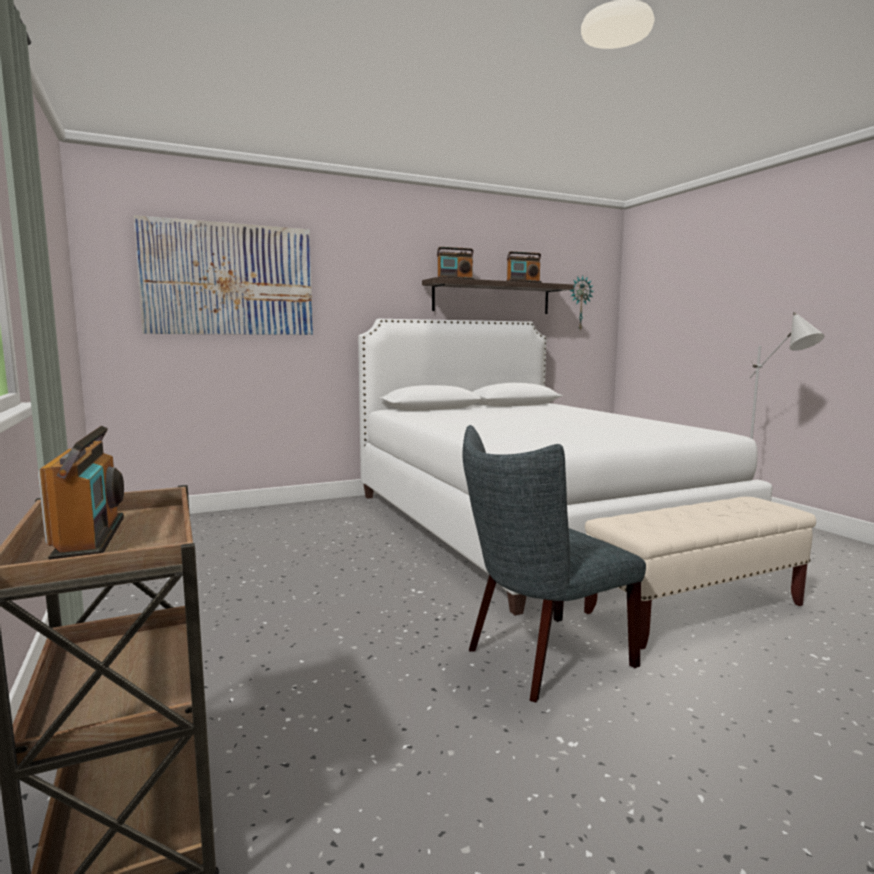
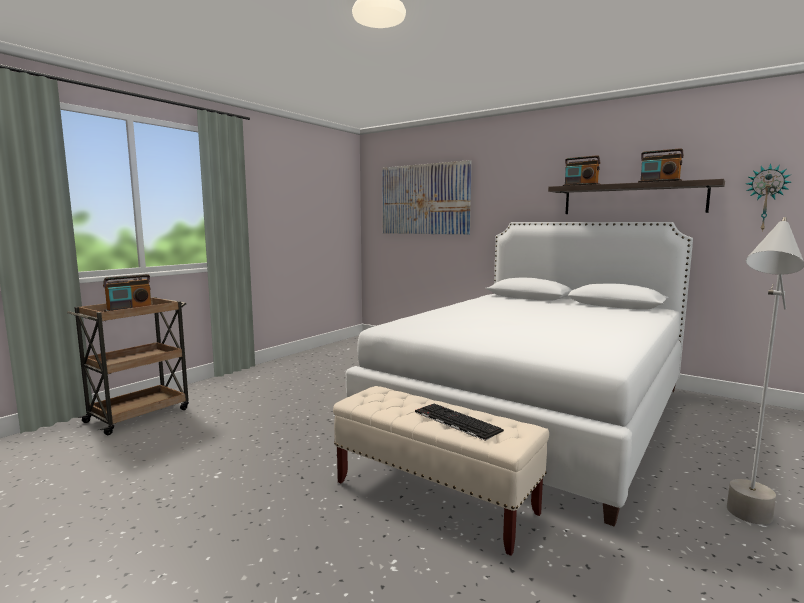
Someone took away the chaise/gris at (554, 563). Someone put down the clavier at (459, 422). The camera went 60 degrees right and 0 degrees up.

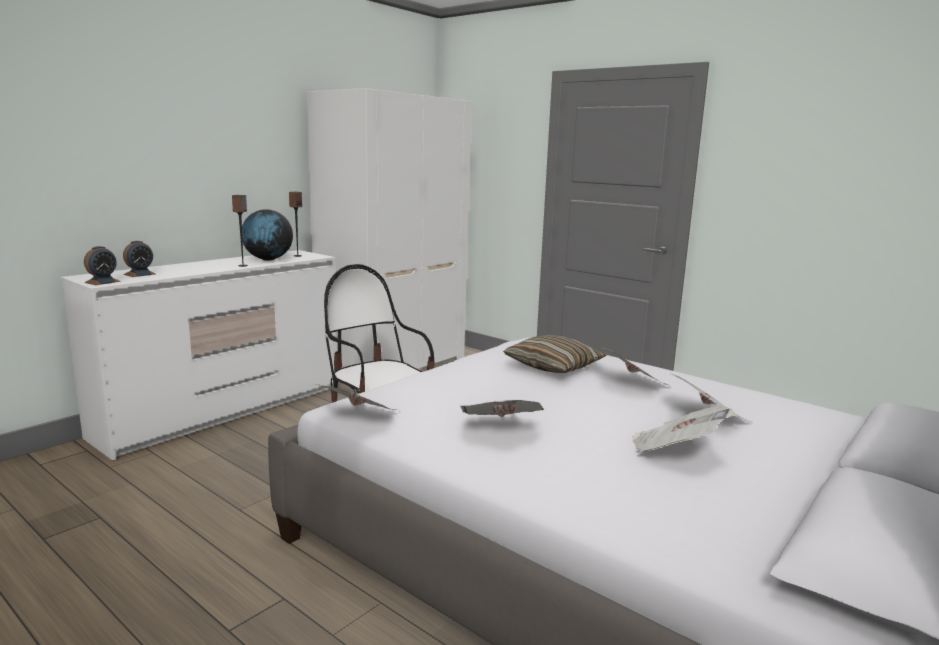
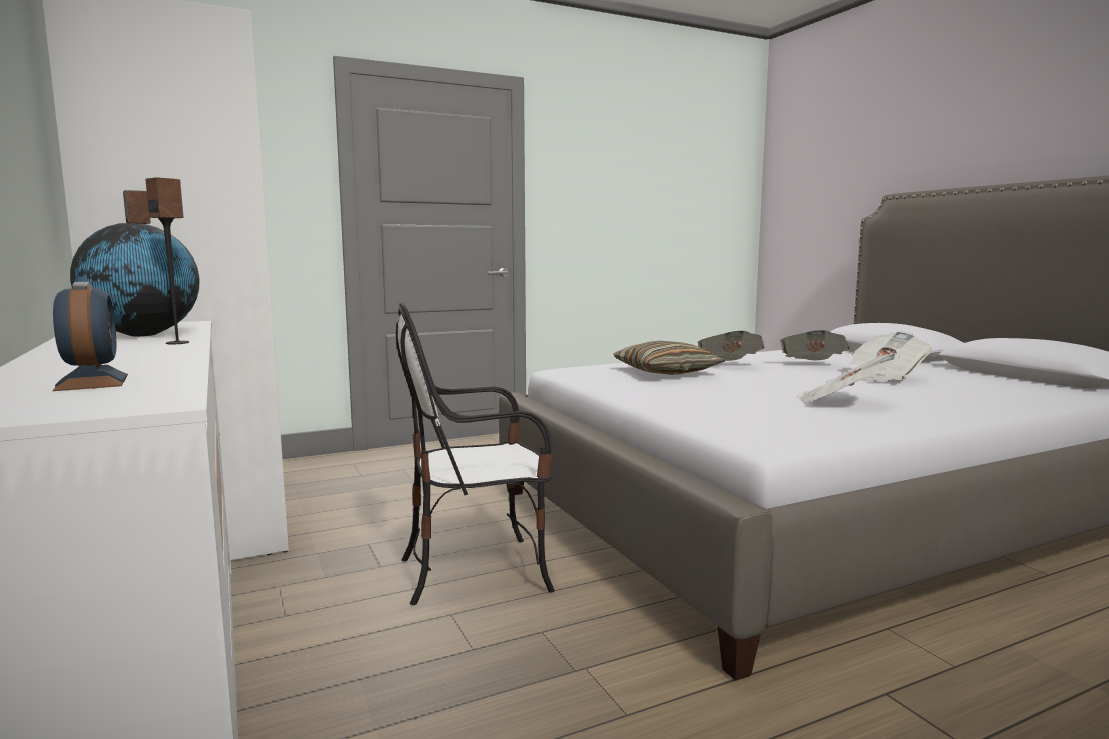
Someone took away the réveil at (102, 265). Someone took away the journal at (359, 397). The camera went 65 degrees left and 5 degrees down.

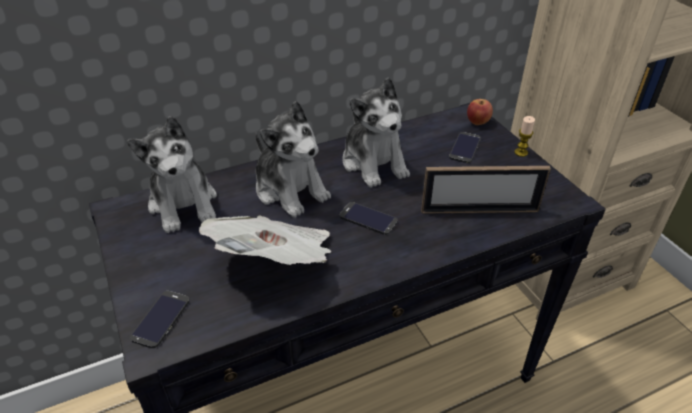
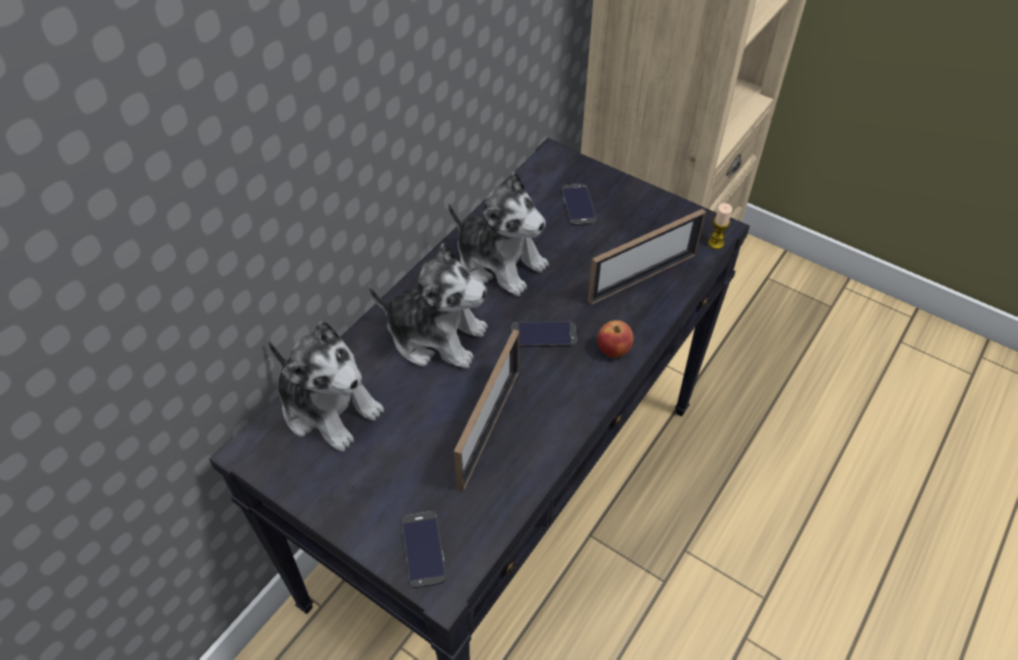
Someone carried the pomme from (480, 112) to (615, 339). Someone carried the bougie from (524, 136) to (720, 226). Someone swapped the journal at (265, 240) for the cadre photo at (486, 410). The camera went 30 degrees left and 10 degrees up.

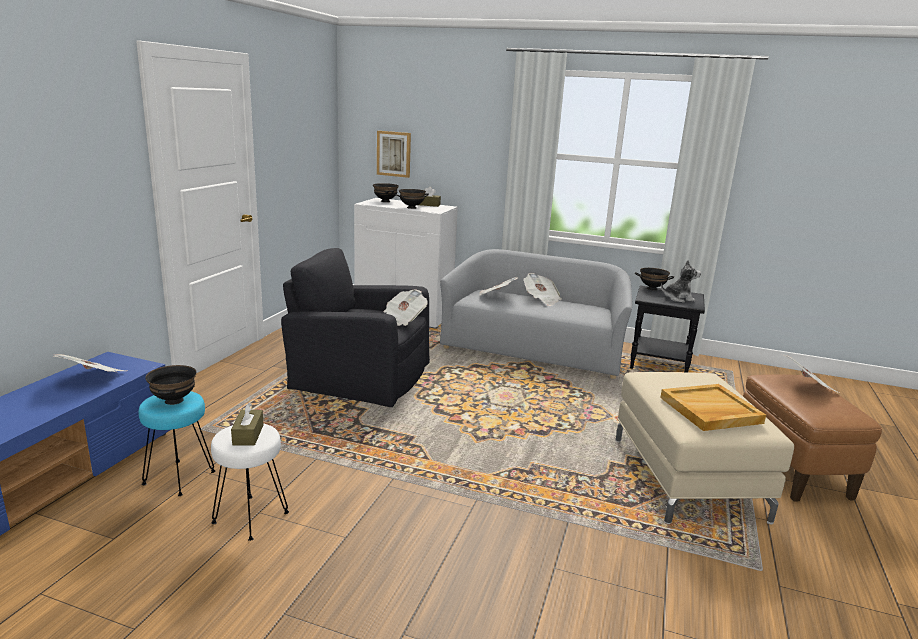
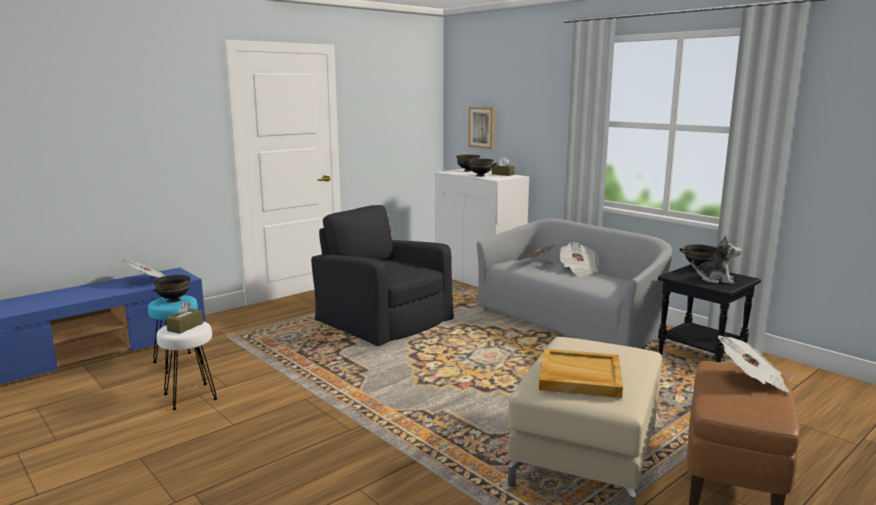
Someone took away the journal at (405, 308). The camera went 30 degrees right and 5 degrees down.

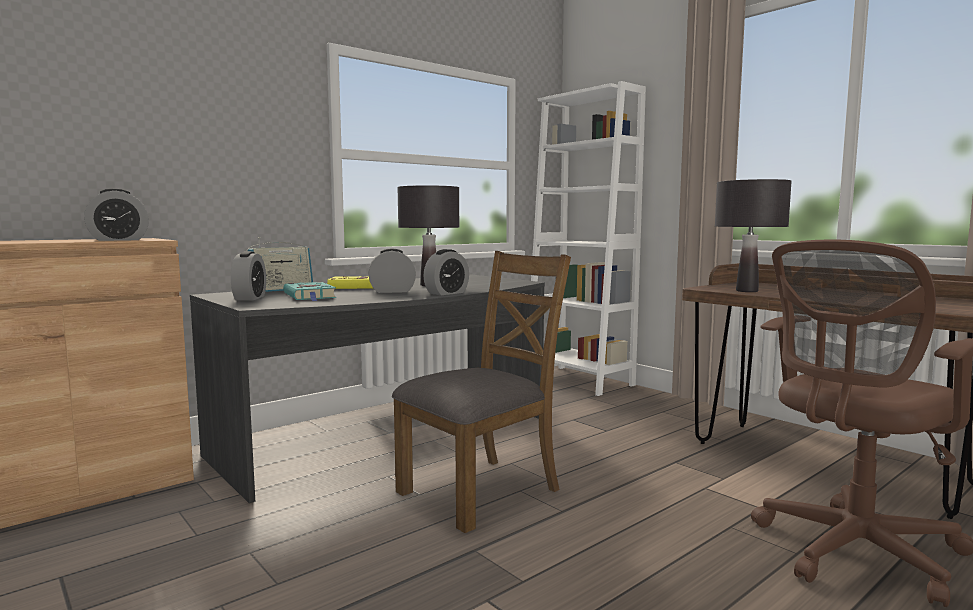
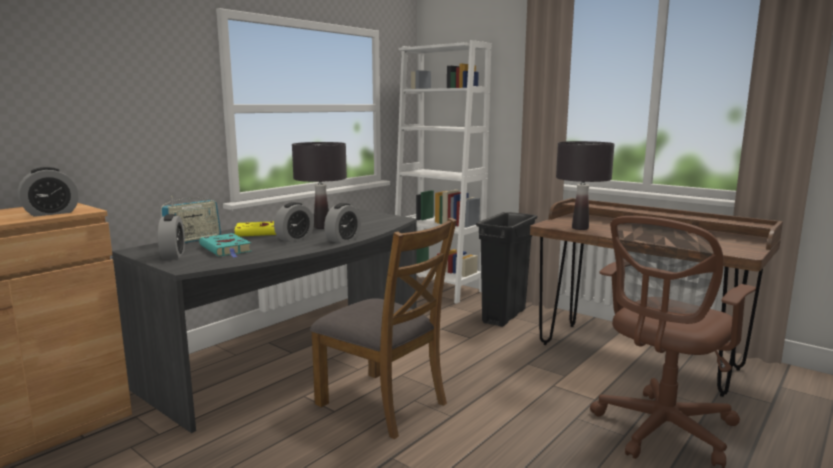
Someone rotated the réveil at (392, 270) by 150 degrees clockwise. Someone rotated the chaise/marron at (481, 392) by 90 degrees clockwise. Someone put down the poubelle/noir at (506, 269). The camera went 10 degrees left and 5 degrees up.

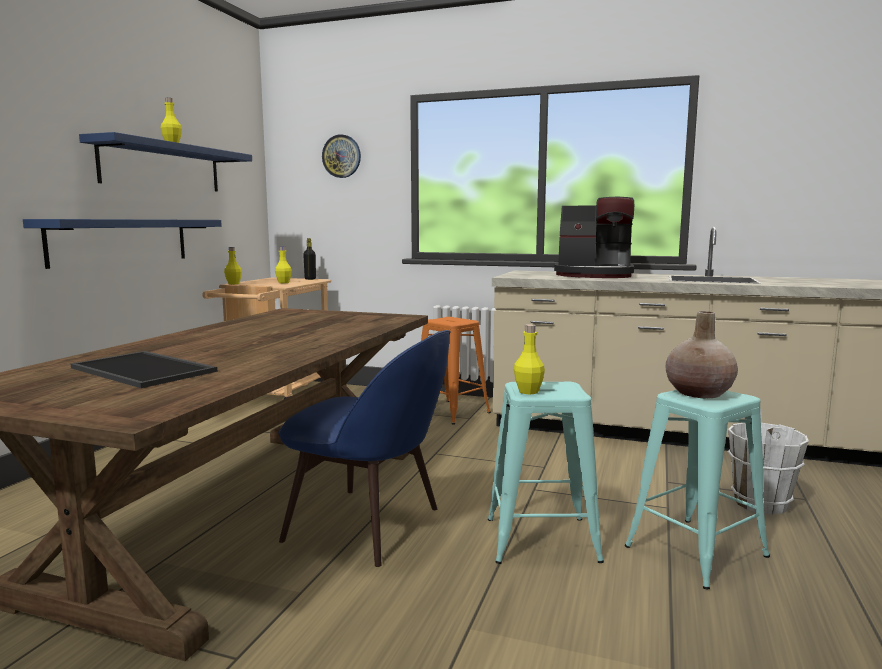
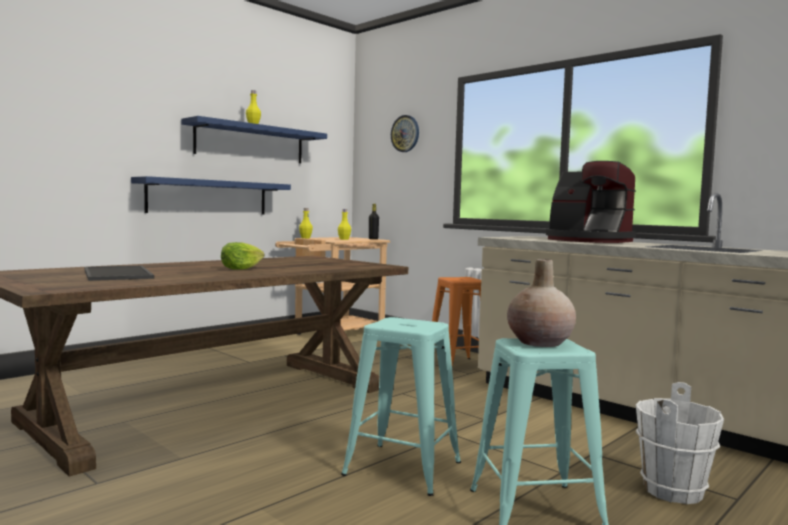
Someone took away the bouteille/jaune at (529, 359). Someone took away the chaise/bleu at (364, 448). Someone put down the laitue at (242, 256). The camera went 25 degrees right and 5 degrees down.

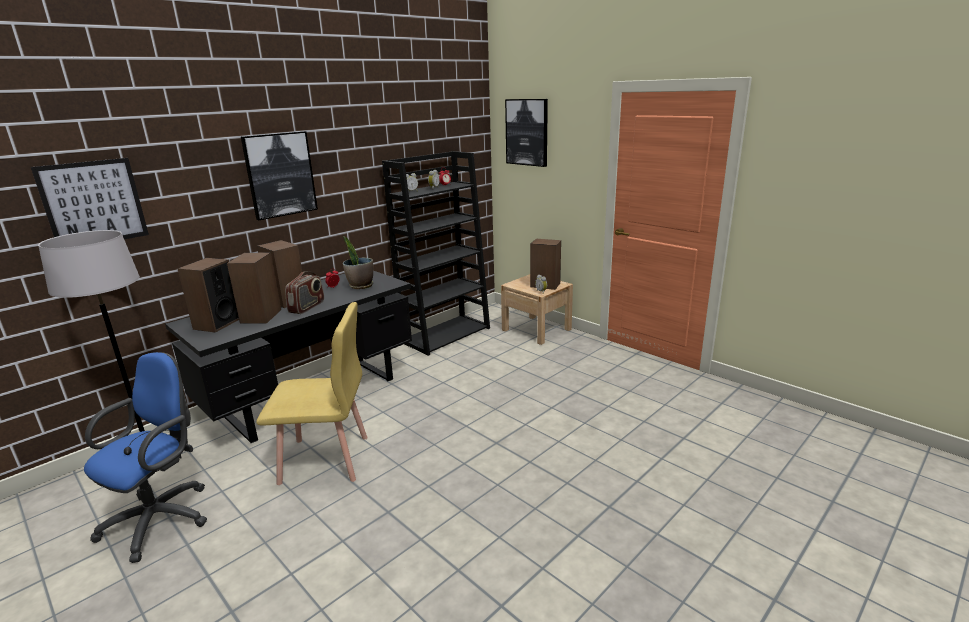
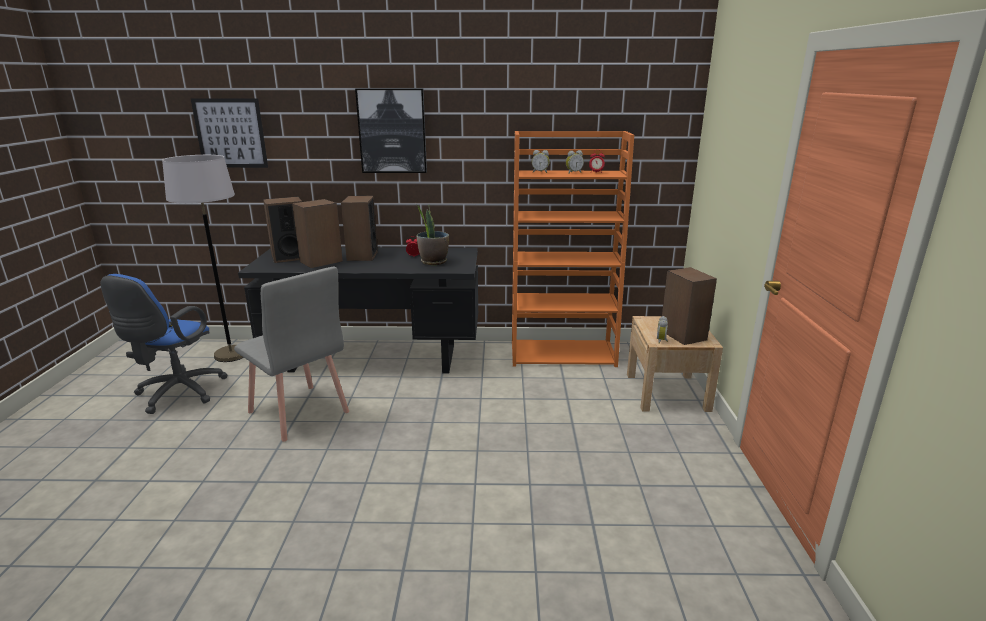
Someone took away the tableau at (526, 133). Someone repainted the bibliothèque/noir at (436, 253), which became the bibliothèque/orange at (573, 249). Someone took away the radio at (304, 292). Someone repainted the chaise/jaune at (311, 393), which became the chaise/gris at (291, 354). Someone rotated the chaise de bureau/bleu at (145, 457) by 120 degrees clockwise. The camera went 45 degrees right and 0 degrees up.

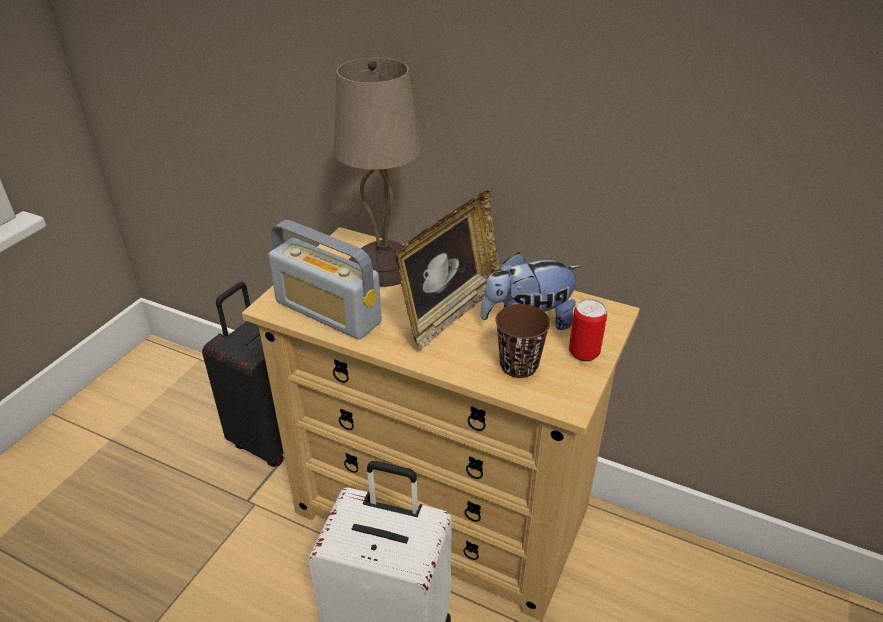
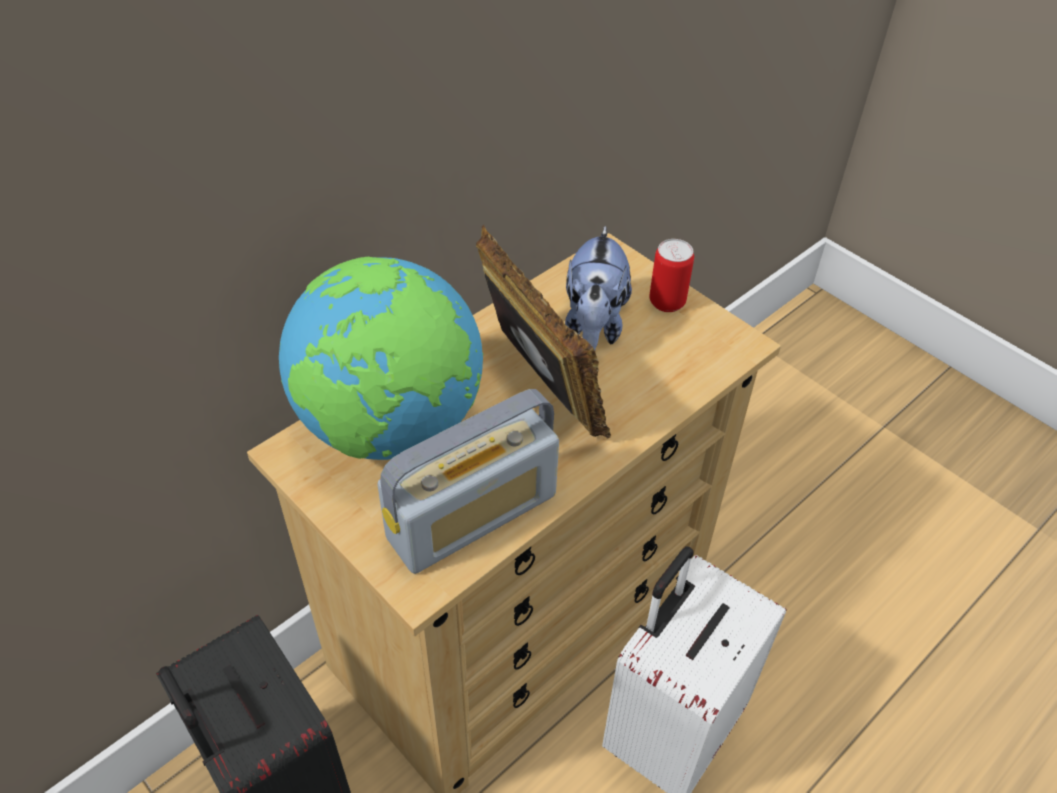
Someone swapped the lampe de table/beige at (377, 172) for the globe at (381, 358). Someone took away the tasse/marron at (523, 341). The camera went 70 degrees left and 10 degrees up.

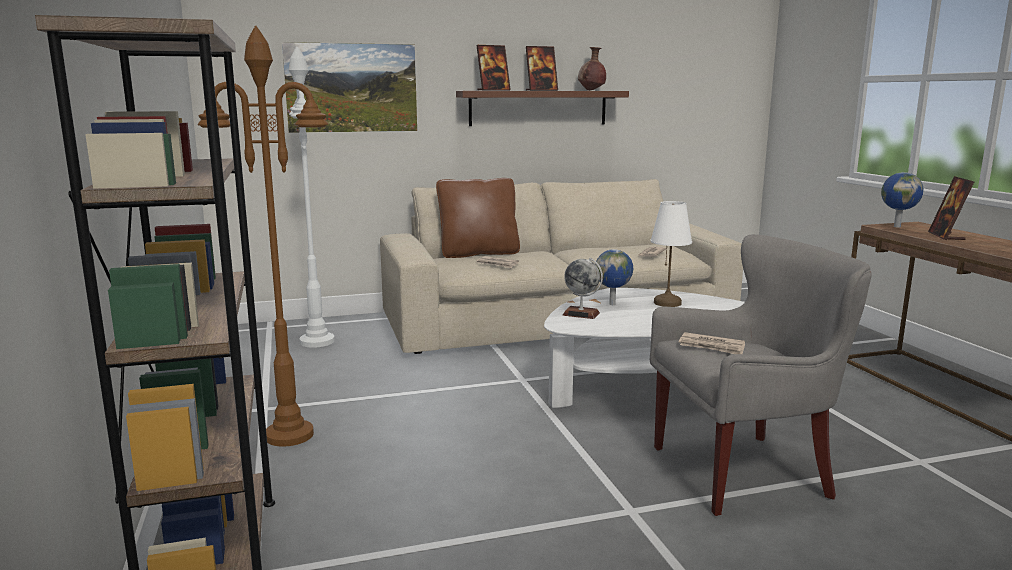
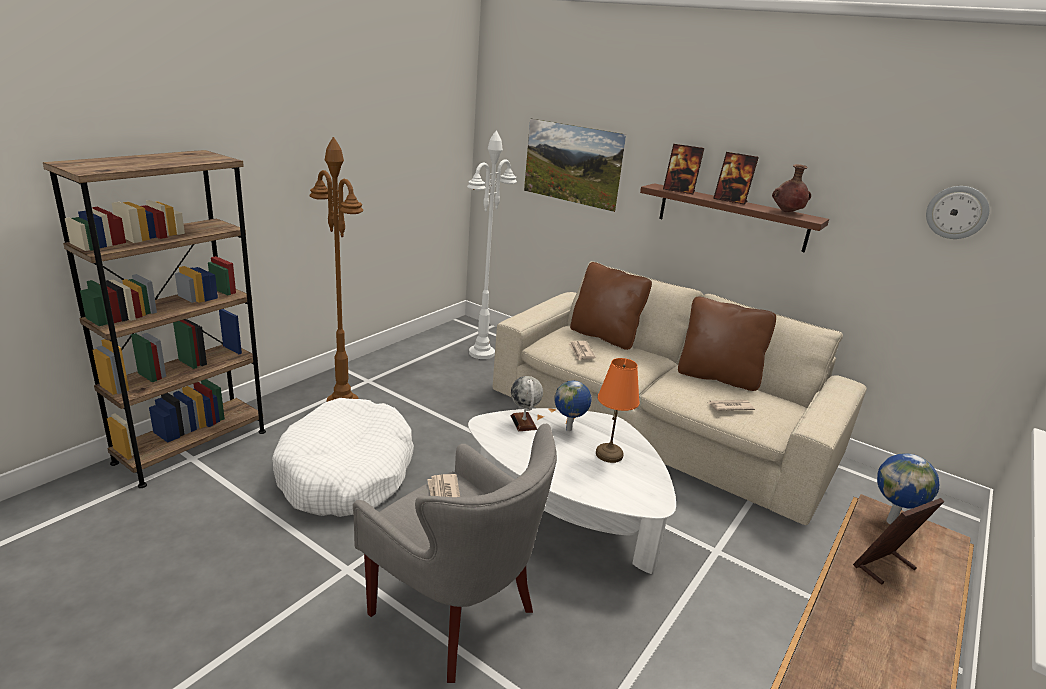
Someone repainted the lampe de table/blanc at (671, 254), which became the lampe de table/orange at (618, 410). Someone put up the horloge murale at (957, 212). Someone put down the coussin/marron at (727, 344). Someone put down the panier pour chien/blanc at (343, 457). The camera went 50 degrees right and 10 degrees up.

